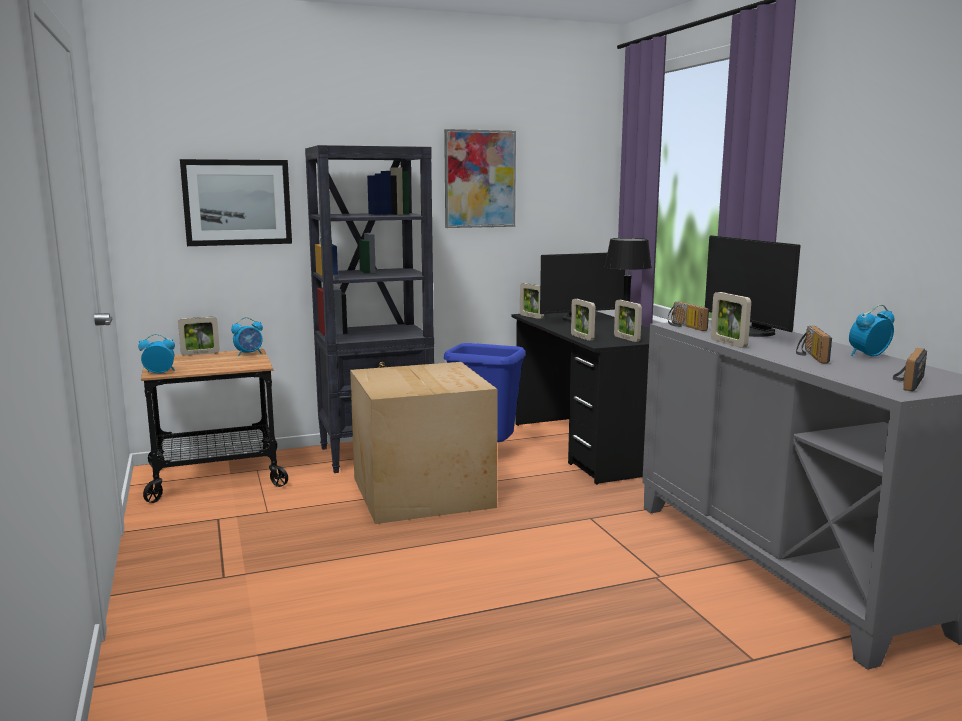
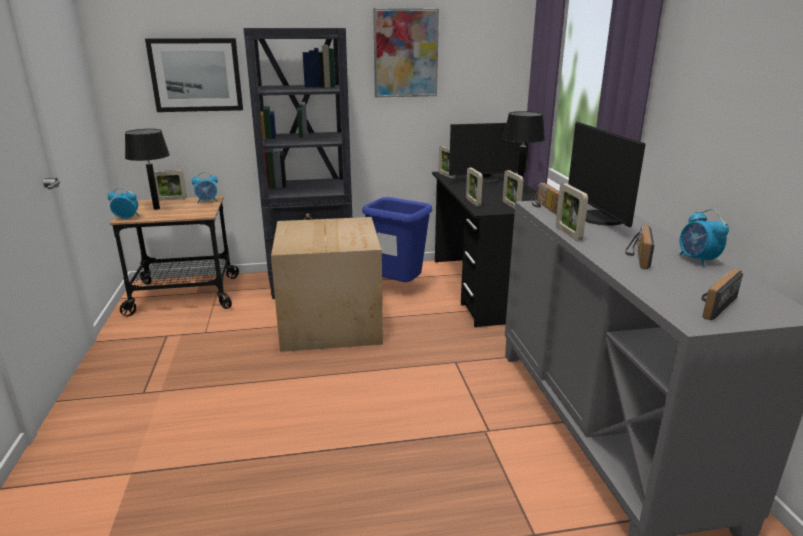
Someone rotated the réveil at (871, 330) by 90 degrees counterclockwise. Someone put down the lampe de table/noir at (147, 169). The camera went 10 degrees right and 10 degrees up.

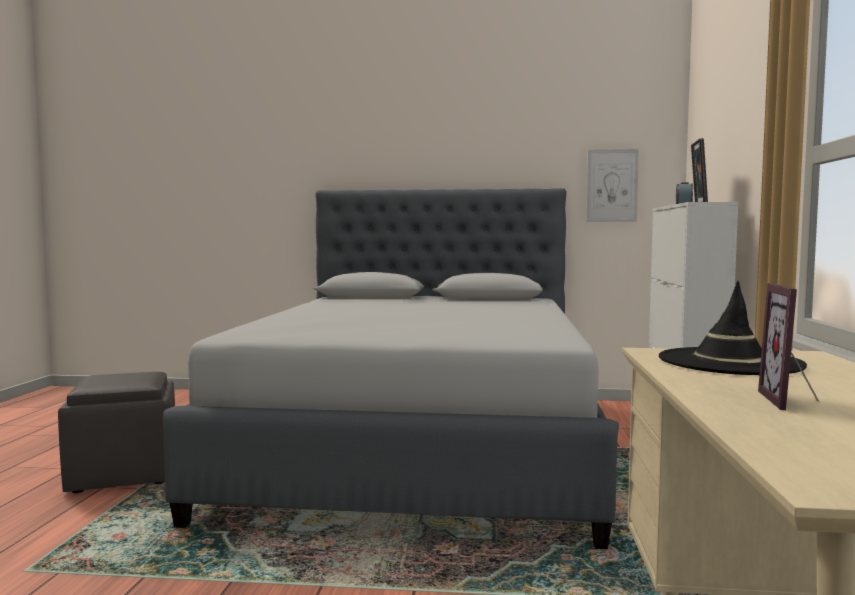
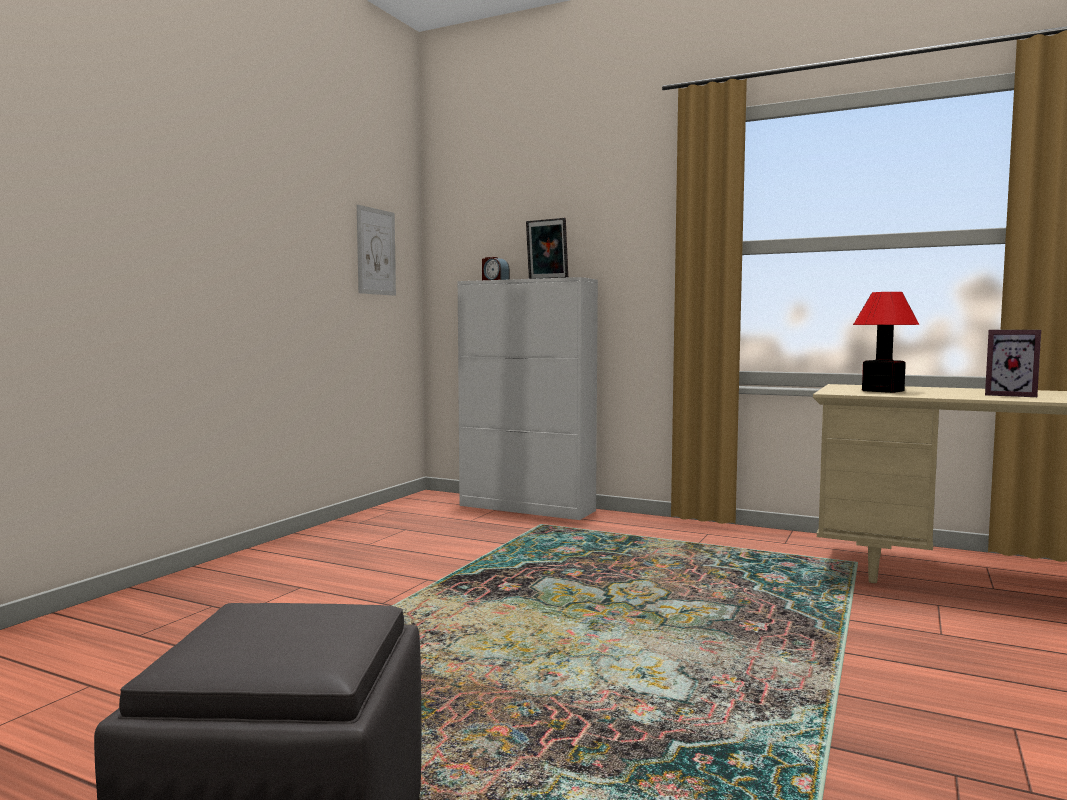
Someone took away the lit/gris at (391, 368). Someone swapped the chapeau/noir at (733, 328) for the lampe de table at (886, 342). The camera went 70 degrees left and 0 degrees up.

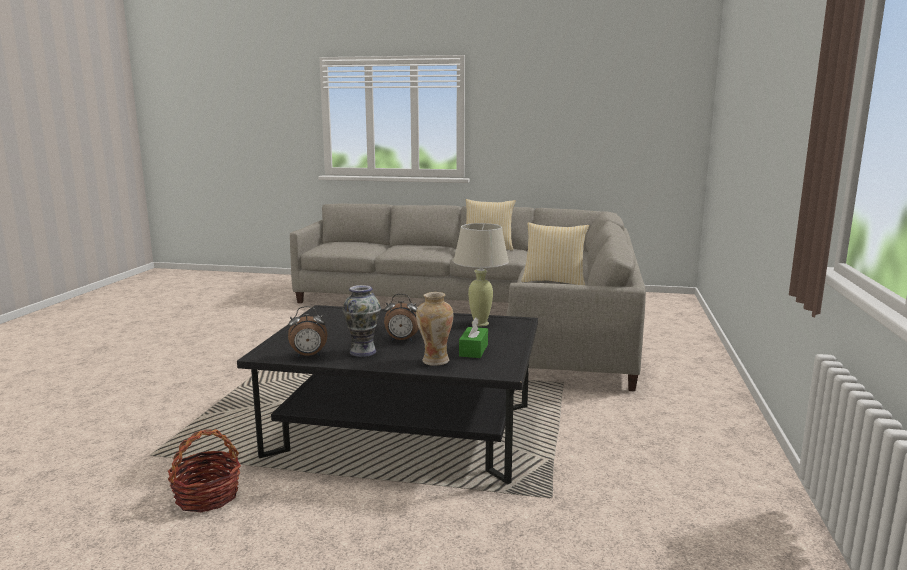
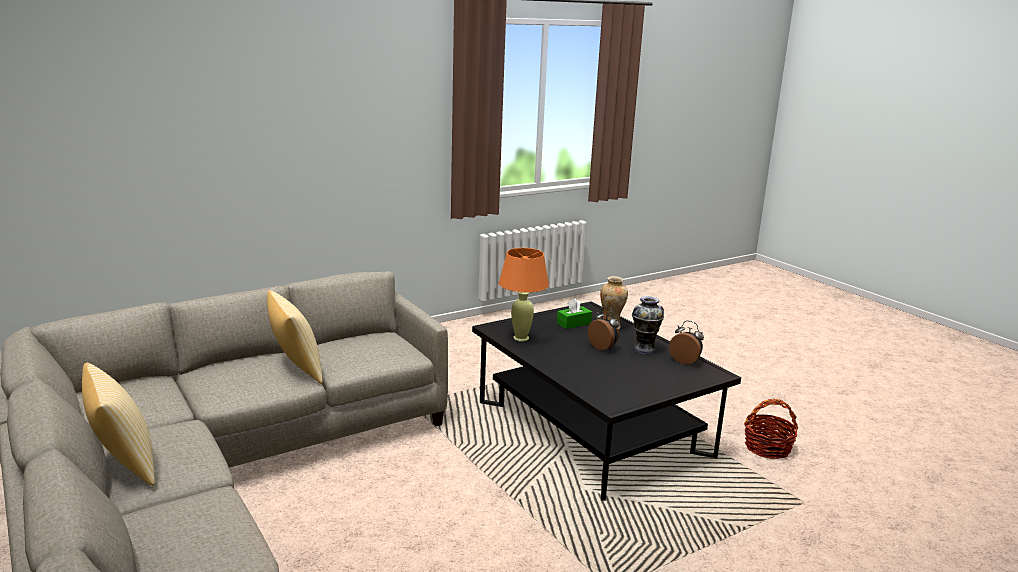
Someone repainted the lampe de table/beige at (481, 274), which became the lampe de table/orange at (524, 295). The camera went 135 degrees left and 5 degrees up.

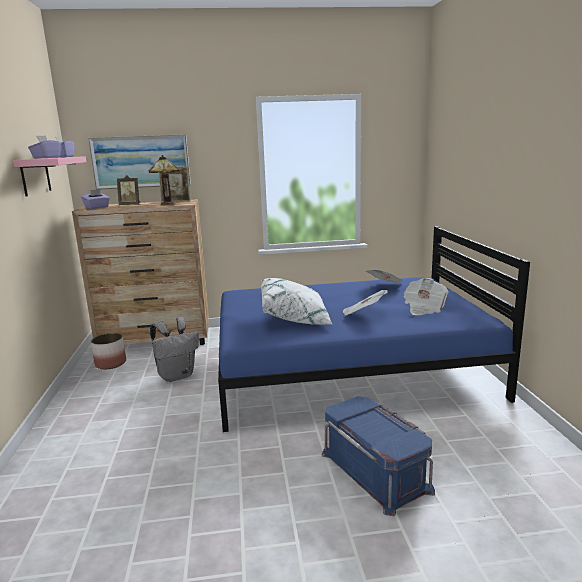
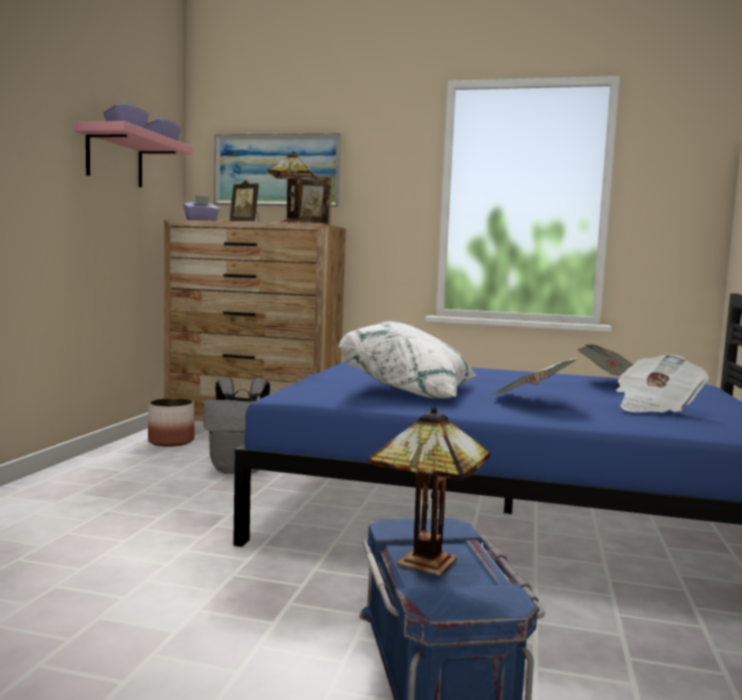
Someone put down the lampe de table at (429, 491). The camera went 20 degrees right and 10 degrees down.

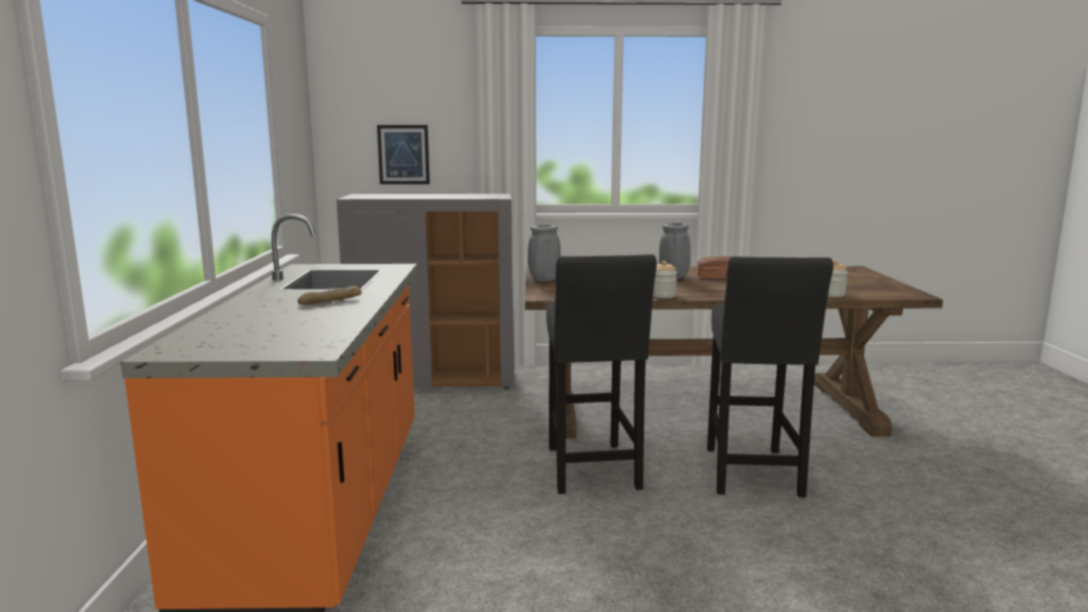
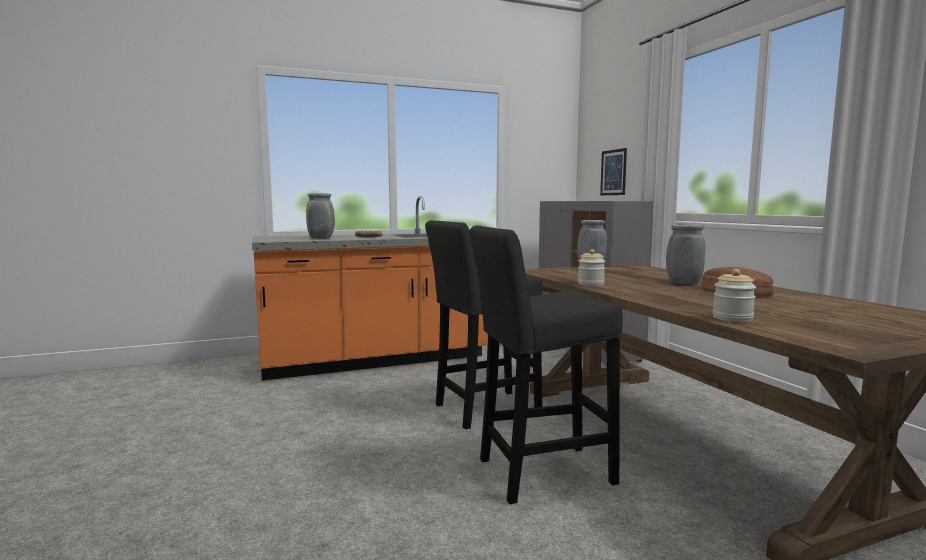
Someone put down the vase/gris at (320, 216). The camera went 70 degrees right and 5 degrees down.

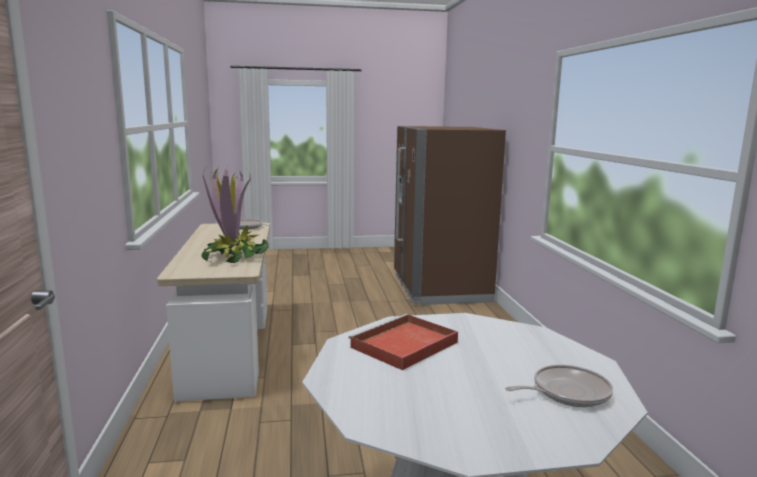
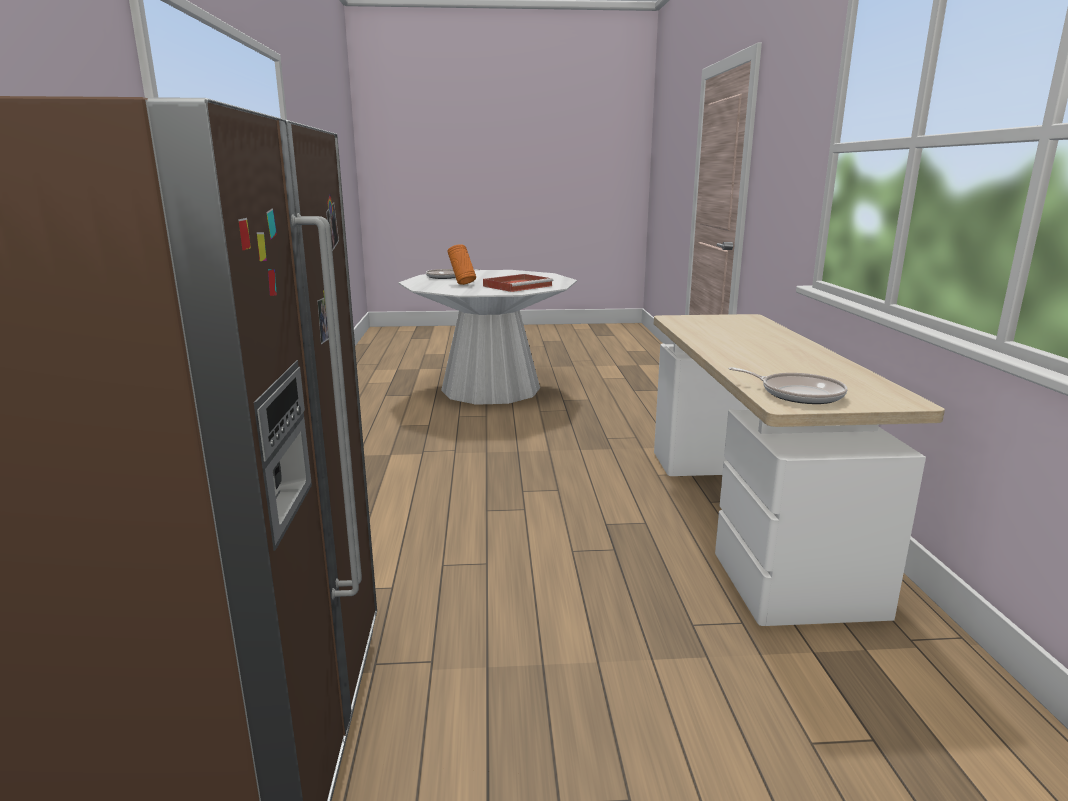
Someone took away the plante en pot at (235, 213). Someone put down the vase/orange at (461, 264). The camera went 175 degrees left and 5 degrees up.

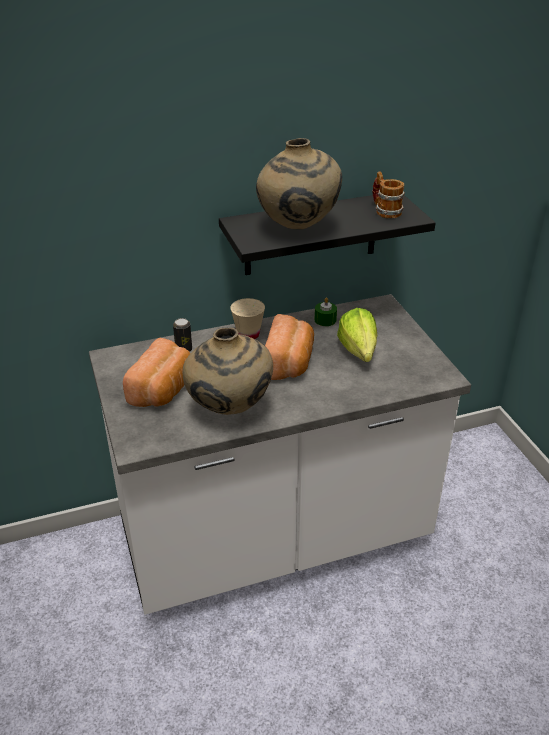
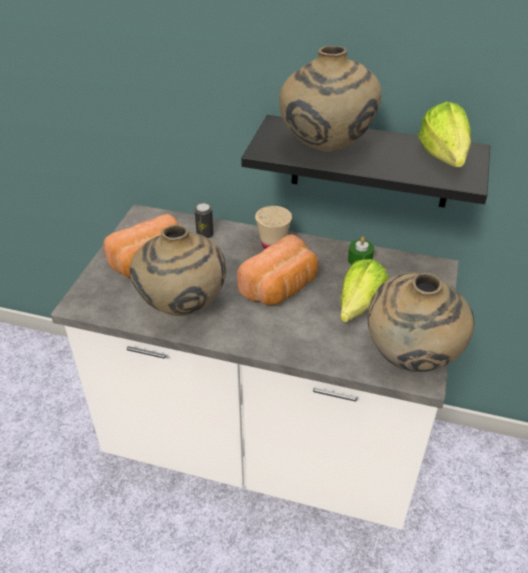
Someone swapped the mug at (388, 194) for the laitue at (444, 134). Someone put down the vase/beige at (421, 322). The camera went 35 degrees right and 5 degrees up.

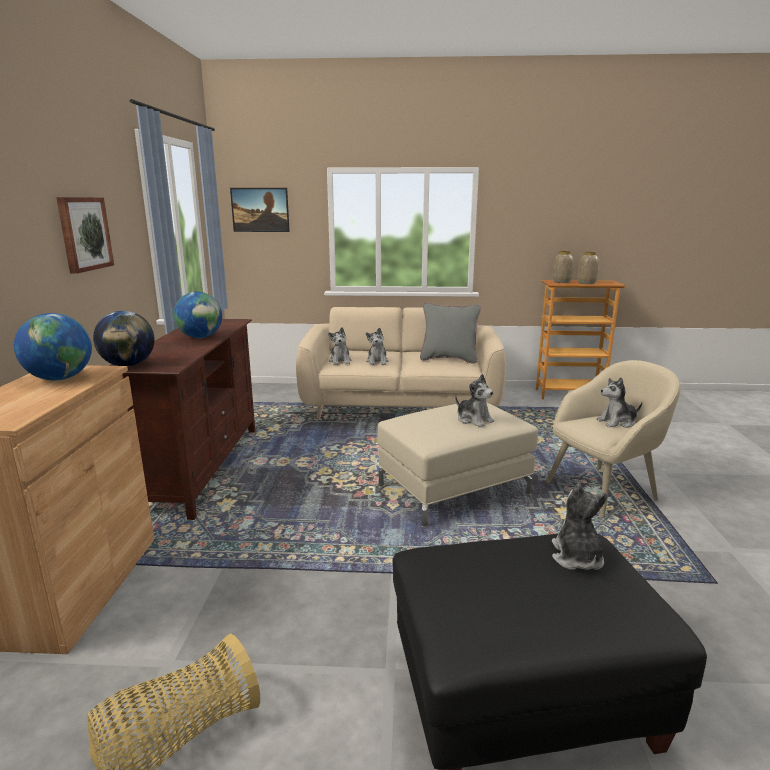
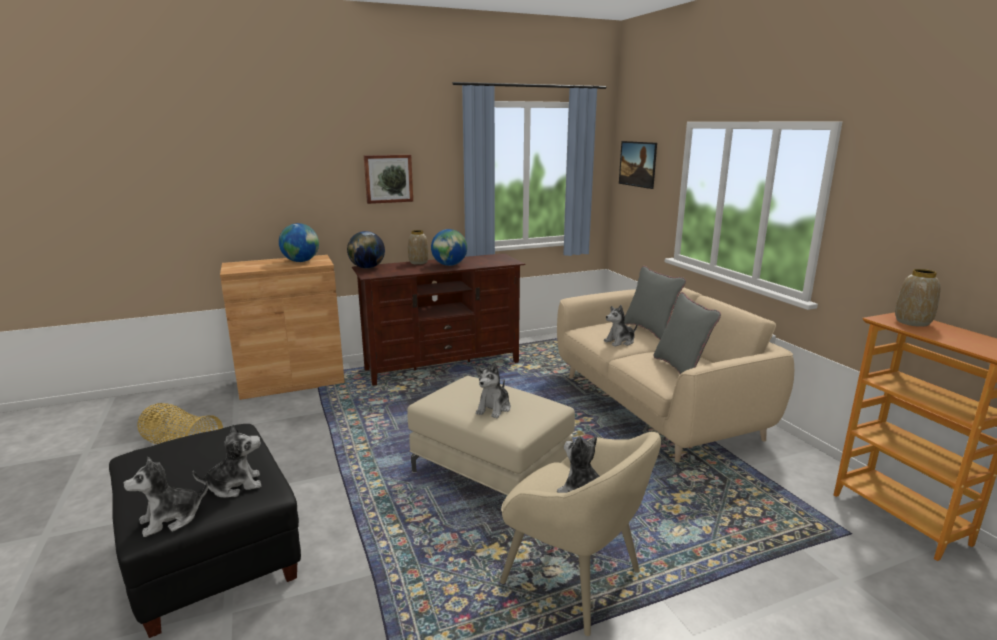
Someone carried the vase from (588, 268) to (418, 247). Someone carried the peluche from (339, 346) to (165, 497). Someone put down the coussin/gris at (655, 303). The camera went 65 degrees right and 0 degrees up.

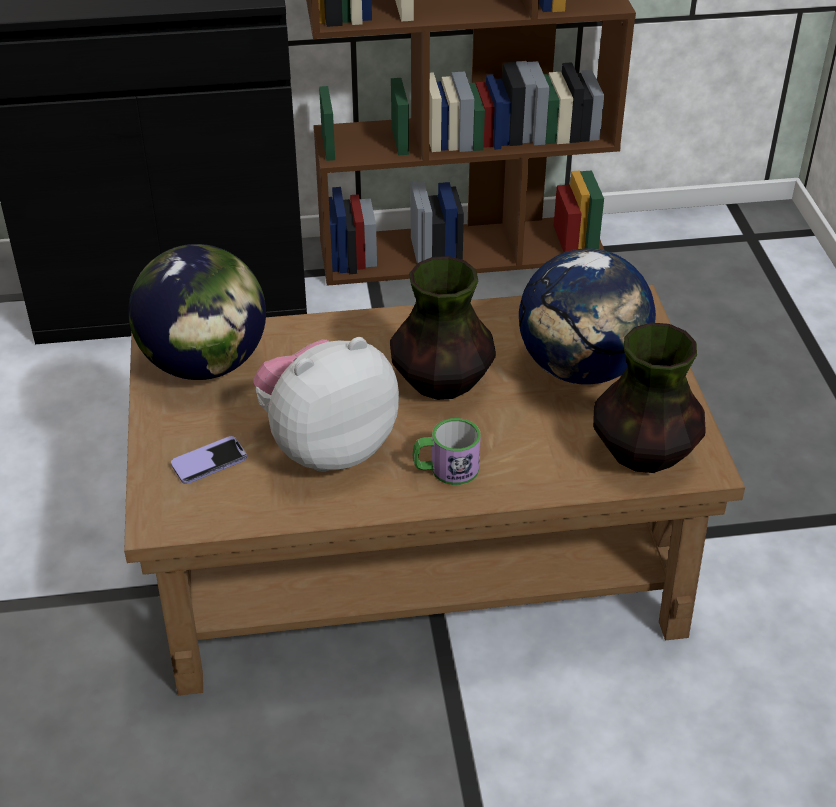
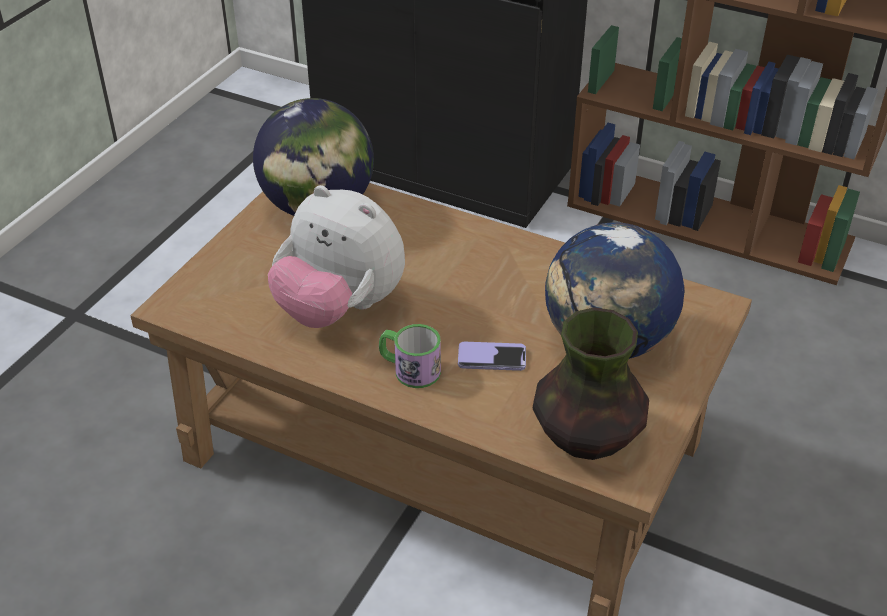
Someone took away the vase at (443, 328). Someone rotated the peluche at (326, 404) by 150 degrees counterclockwise. Someone carried the téléphone from (209, 460) to (492, 356). The camera went 35 degrees right and 0 degrees up.

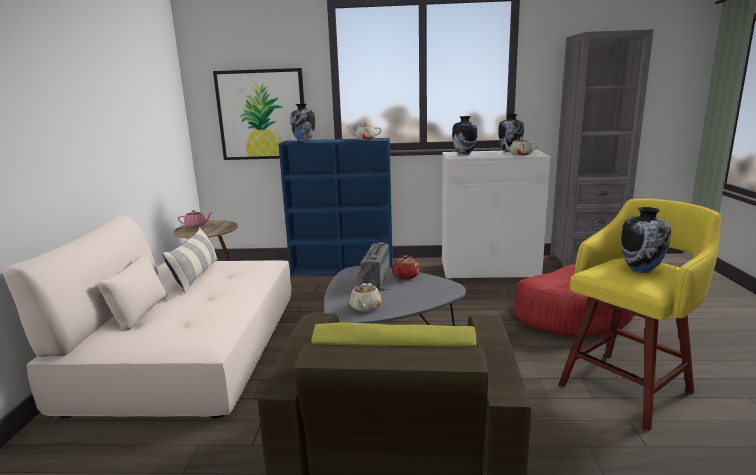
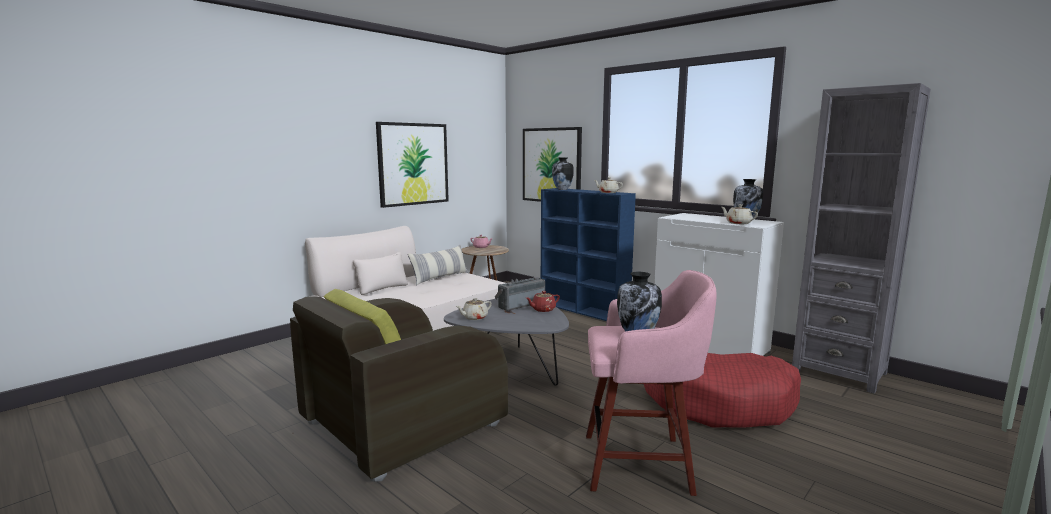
Someone took away the vase at (465, 135). Someone repainted the tabouret/jaune at (640, 314), which became the tabouret/rose at (651, 383). Someone put up the tableau at (412, 165). The camera went 40 degrees right and 5 degrees down.

